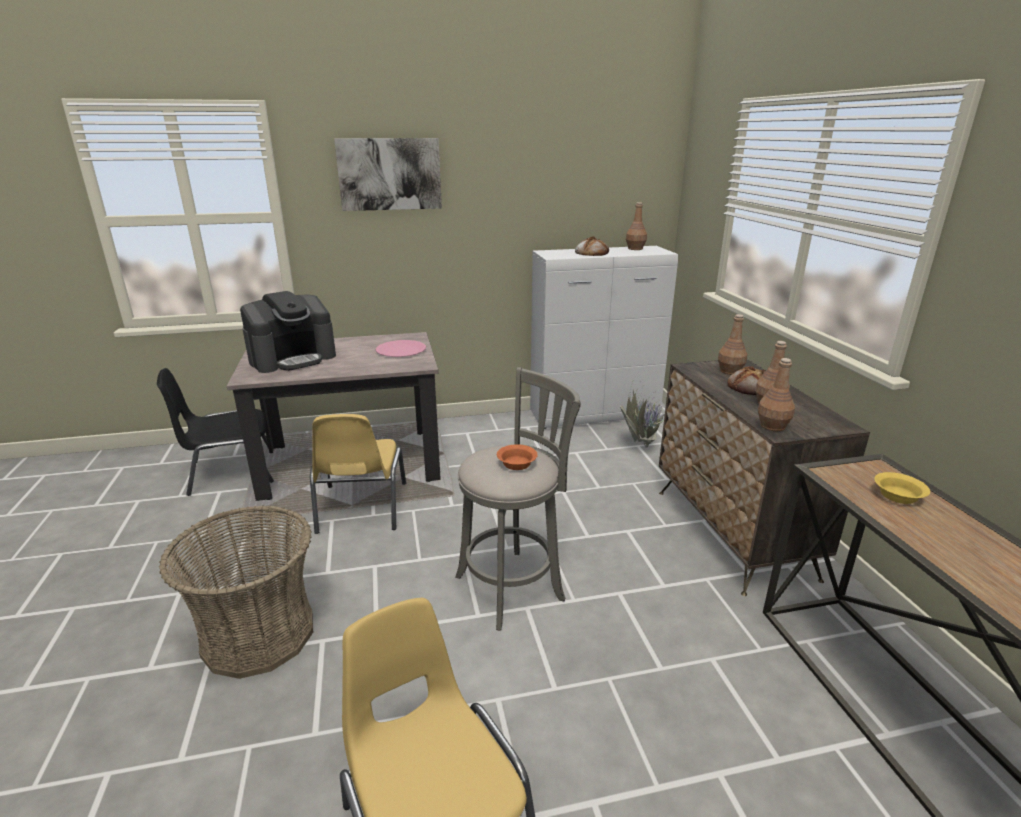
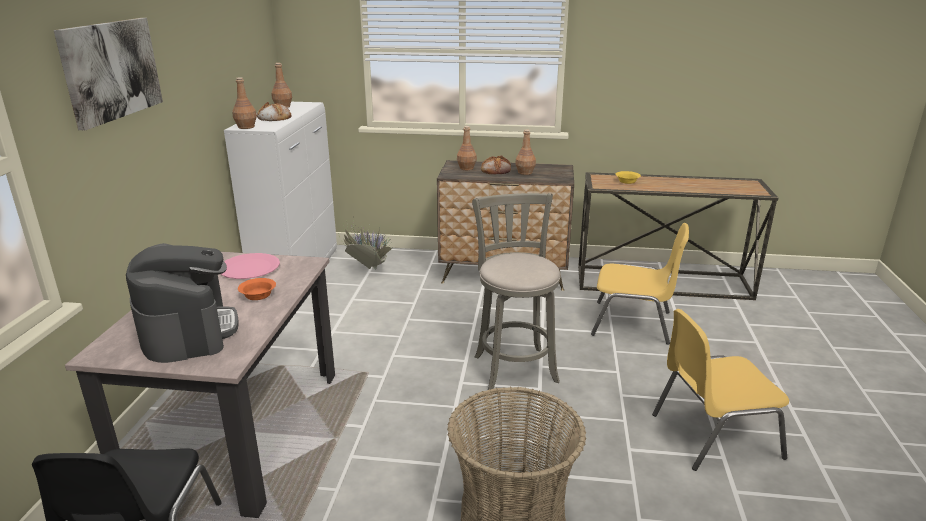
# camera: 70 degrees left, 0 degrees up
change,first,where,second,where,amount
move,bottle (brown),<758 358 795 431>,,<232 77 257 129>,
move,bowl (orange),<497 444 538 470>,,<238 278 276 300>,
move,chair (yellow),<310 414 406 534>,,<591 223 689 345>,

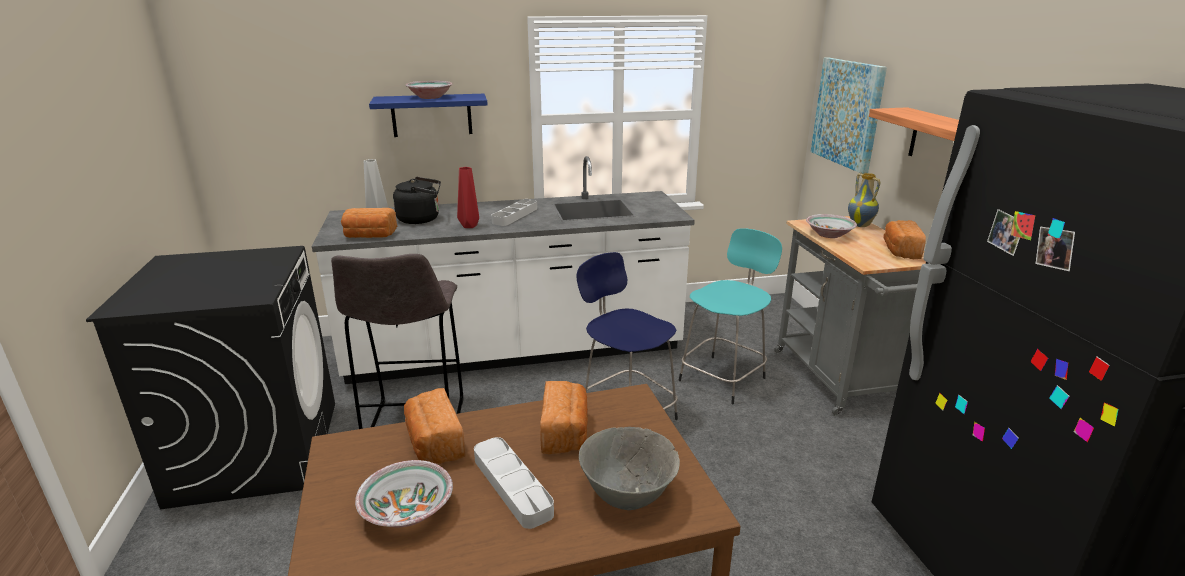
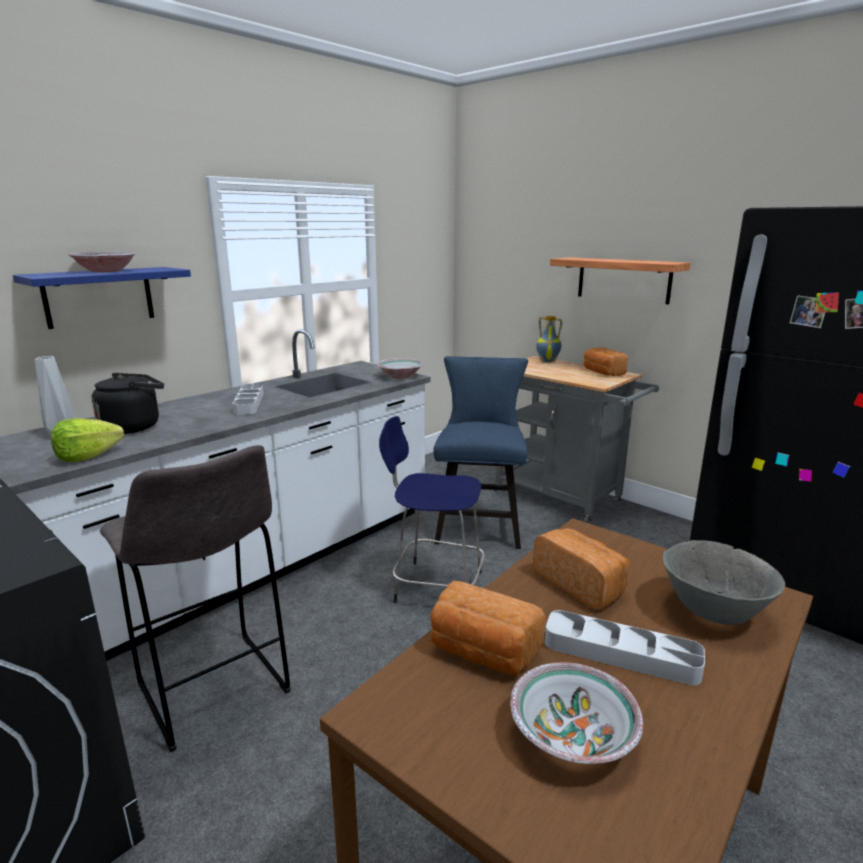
# camera: 35 degrees left, 5 degrees down
change,first,where,second,where,amount
replace,bread,<341 208 397 238>,lettuce,<51 418 124 462>,
move,bowl,<806 214 857 238>,,<377 358 423 379>,
replace,stool (turquoise),<679 228 782 405>,chair (blue),<433 356 528 549>,
delete,vase (red),<457 167 479 228>,,,
delete,picture,<811 58 887 174>,,,

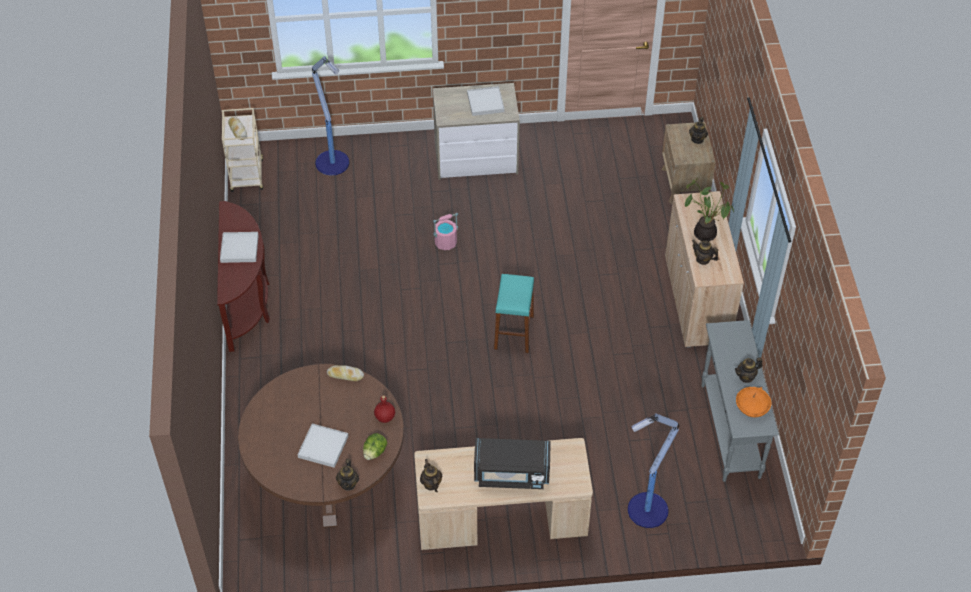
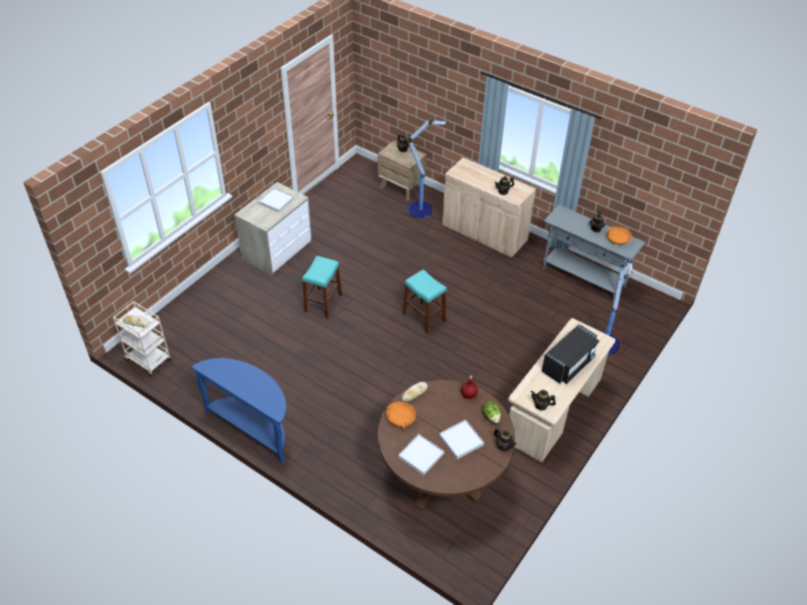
# camera: 50 degrees left, 5 degrees down
change,first,where,second,where,amount
recolor,console table (brown),<217 201 270 352>,console table (blue),<191 358 286 463>,
replace,bucket (pink),<433 213 458 250>,stool (turquoise),<302 256 342 319>,
insert,,,bowl (orange),<386 402 416 429>,
move,tray (white),<220 232 259 263>,,<398 434 444 475>,
move,floor lamp,<312 56 350 175>,,<408 120 446 218>,
delete,potted plant,<685 178 734 241>,,,

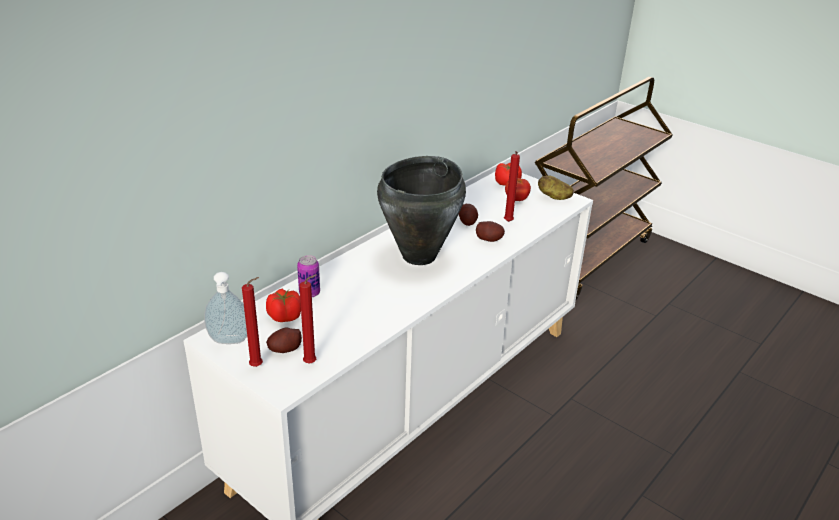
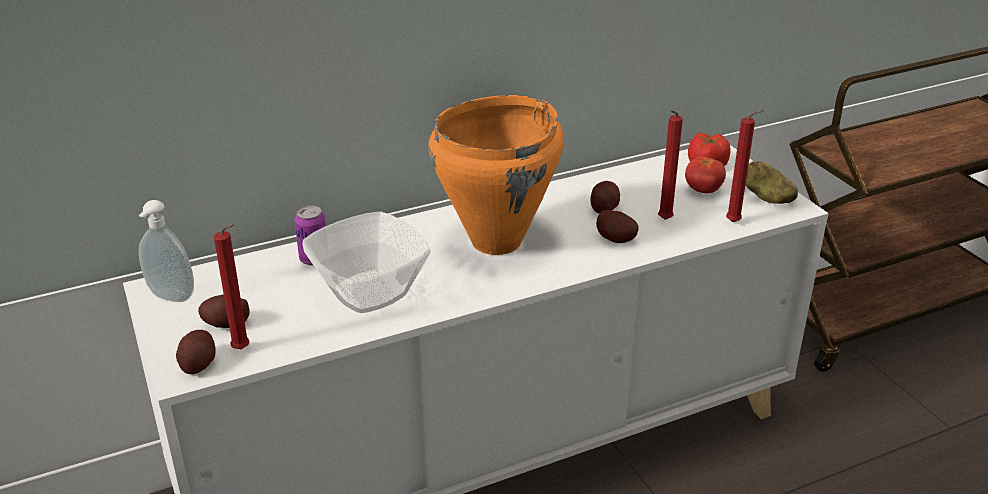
# camera: 25 degrees right, 0 degrees up
change,first,where,second,where,amount
insert,,,potato,<176 330 216 374>,
insert,,,bowl,<303 211 431 313>,
recolor,cooking pot (black),<377 156 466 265>,cooking pot (orange),<428 95 564 255>,
move,candle (red),<242 277 263 367>,,<726 110 764 222>,
delete,tomato,<266 289 301 322>,,,

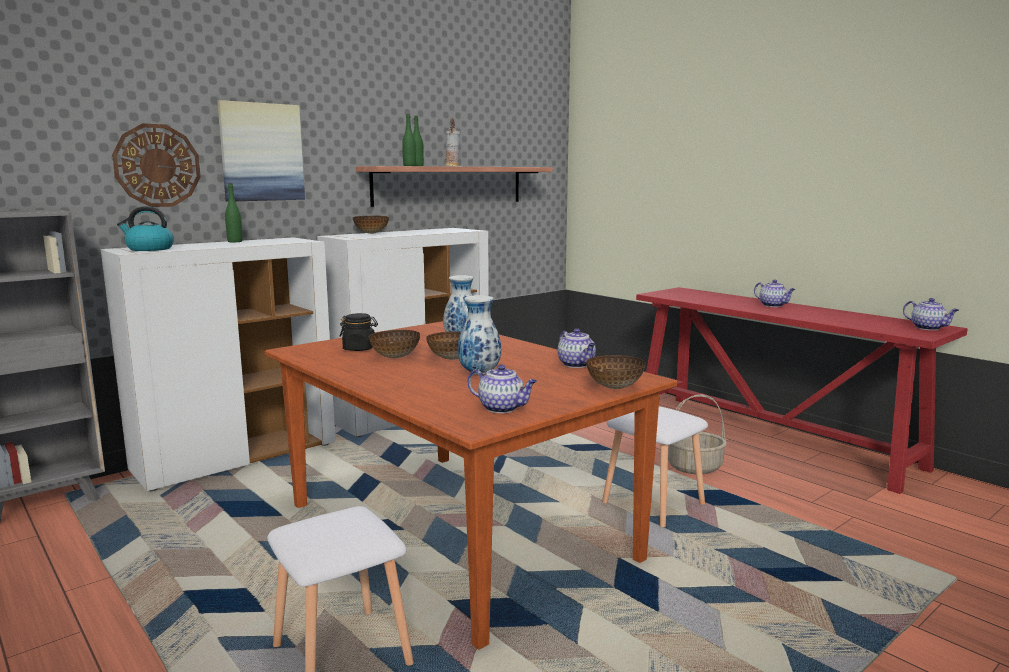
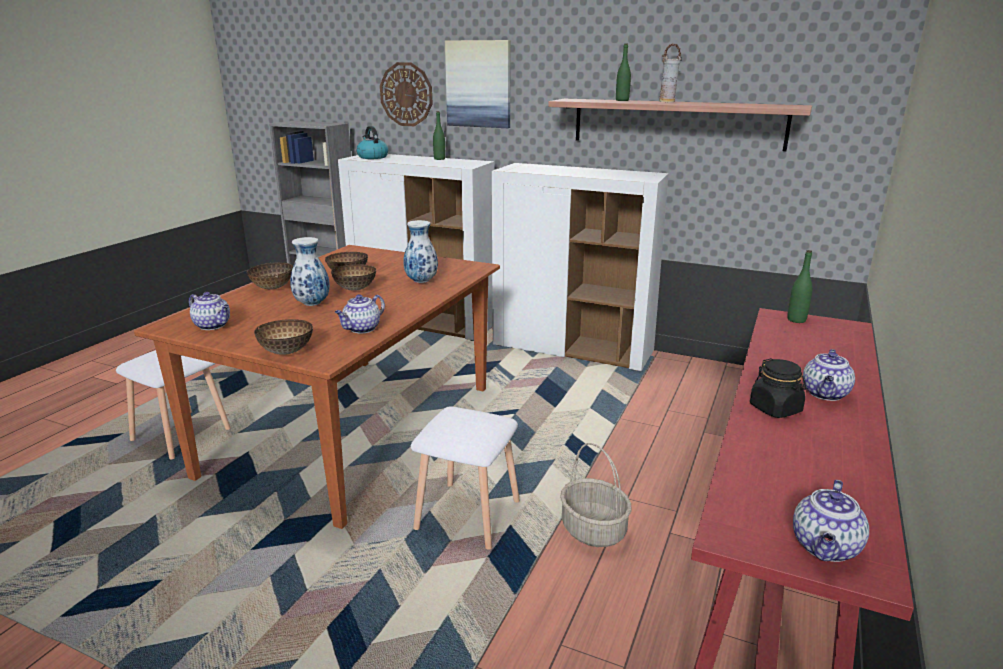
# camera: 65 degrees right, 10 degrees up
change,first,where,second,where,amount
rotate,teapot,<467 364 537 413>,,<189 292 230 330>,60 degrees counterclockwise
move,bowl,<352 216 390 234>,,<247 263 293 290>,
move,jar (black),<340 313 378 351>,,<750 358 807 418>,
move,bottle (green),<402 114 416 166>,,<787 250 812 323>,

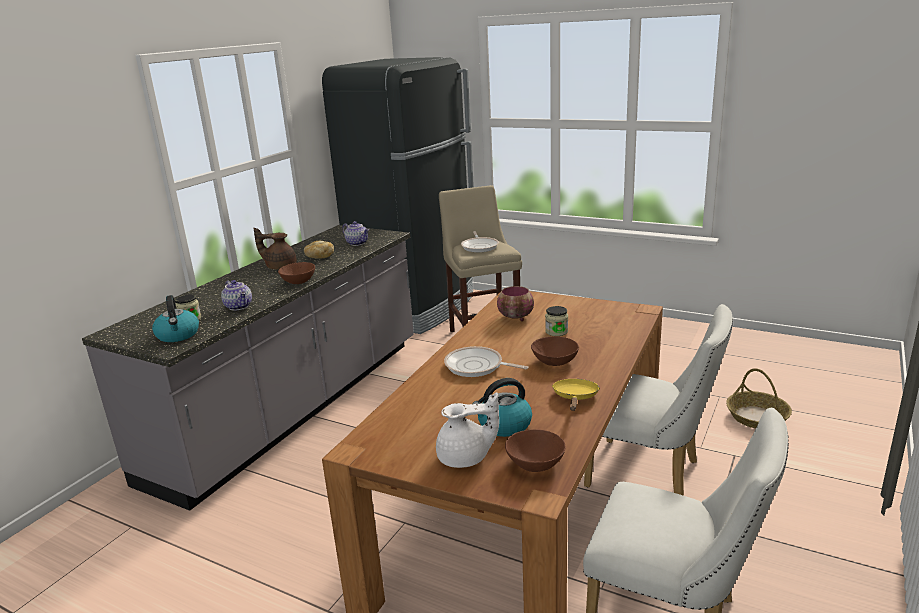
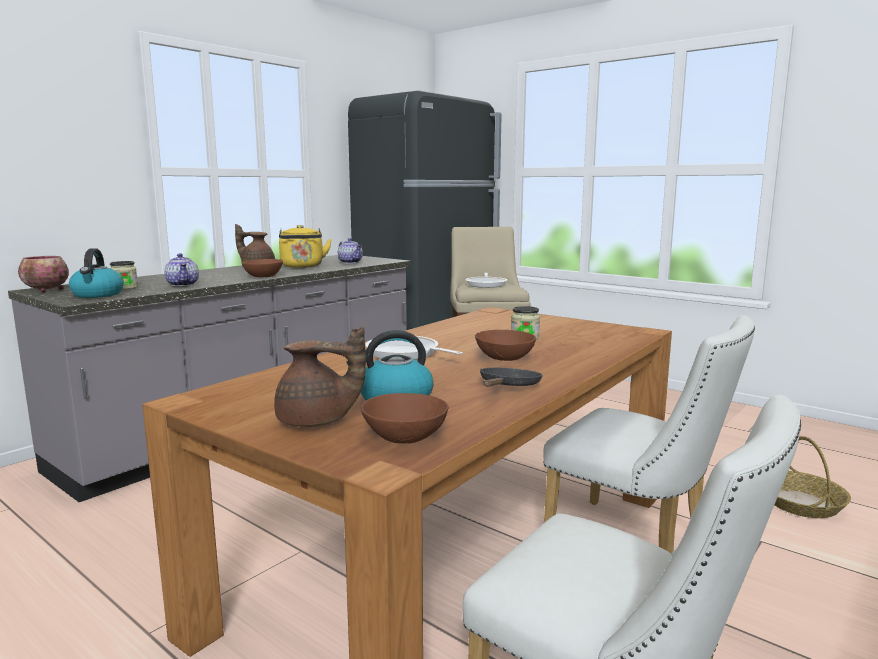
# camera: 10 degrees right, 10 degrees down
change,first,where,second,where,amount
move,bowl,<497 286 534 321>,,<18 256 69 292>,
recolor,teapot (white),<436 392 499 468>,teapot (brown),<274 326 366 427>,
replace,bread,<304 241 334 258>,kettle (yellow),<279 225 332 268>,
recolor,frying pan (yellow),<552 379 600 411>,frying pan (black),<480 368 543 386>,

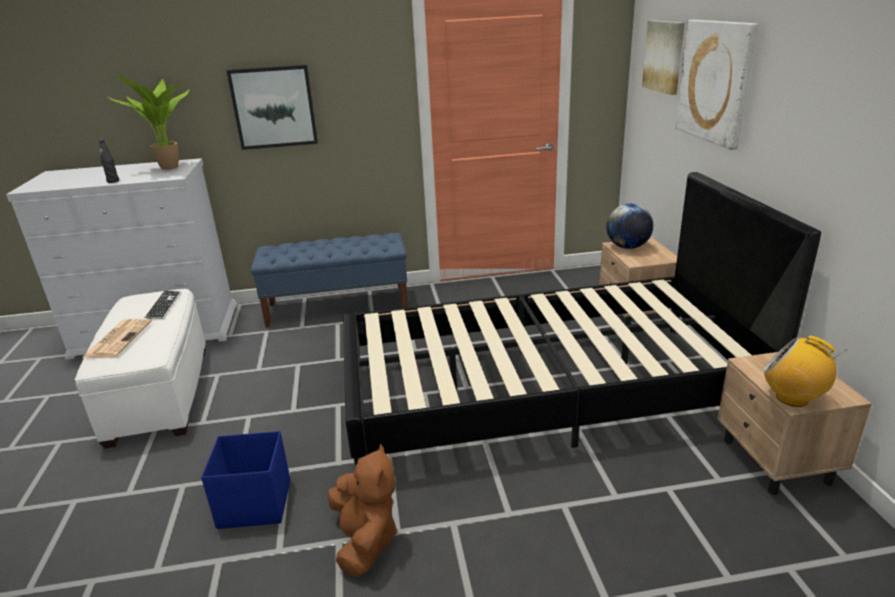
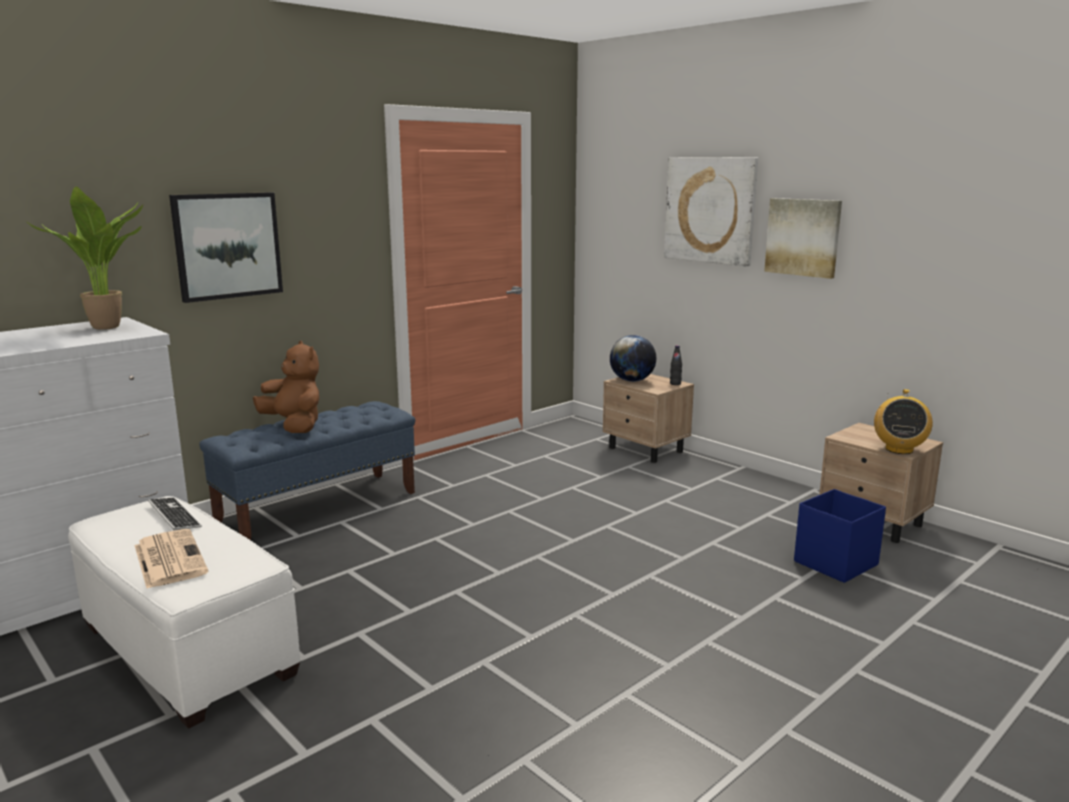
# camera: 35 degrees left, 10 degrees down
change,first,where,second,where,amount
move,plush toy (brown),<328 444 397 577>,,<253 341 319 433>,
move,bottle (black),<99 139 119 183>,,<670 345 682 385>,
move,picture,<642 20 685 95>,,<764 198 842 279>,
move,storage box (blue),<201 431 291 529>,,<794 489 886 583>,
rotate,radio,<763 335 847 407>,,<874 389 933 454>,75 degrees counterclockwise
delete,bed (black),<343 172 821 467>,,,

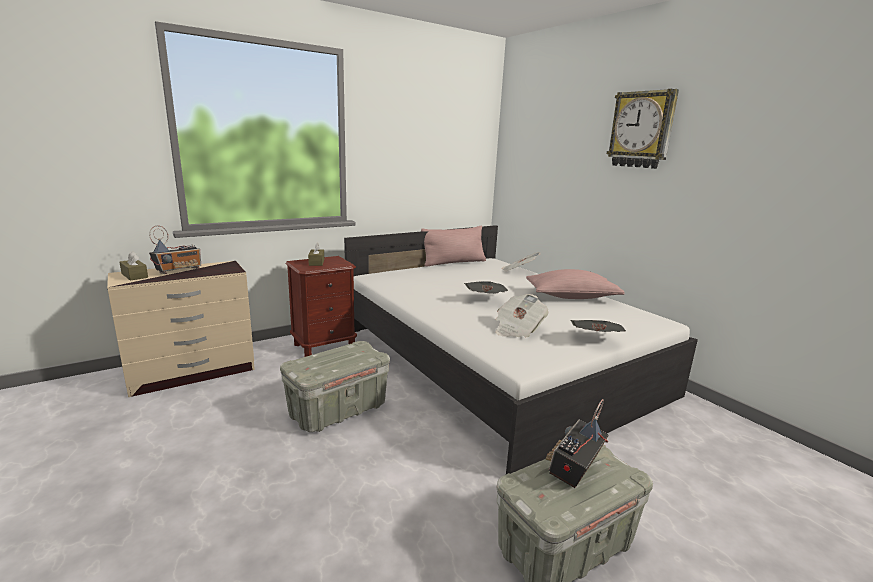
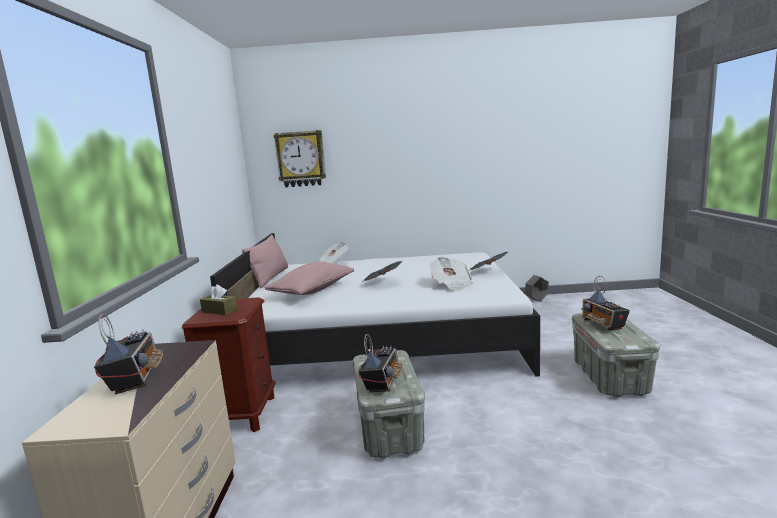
# camera: 55 degrees left, 5 degrees down
change,first,where,second,where,amount
move,pillow (pink),<526 269 625 299>,,<265 262 354 295>,
move,wall clock,<607 89 679 169>,,<274 130 326 187>,
insert,,,radio,<358 334 403 392>,
insert,,,planter (grey),<525 275 549 302>,
delete,tissue box (brown),<120 251 148 281>,,,

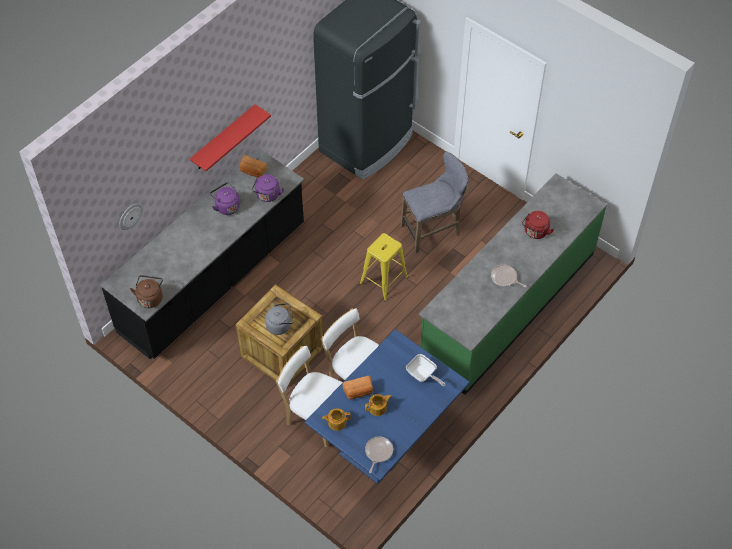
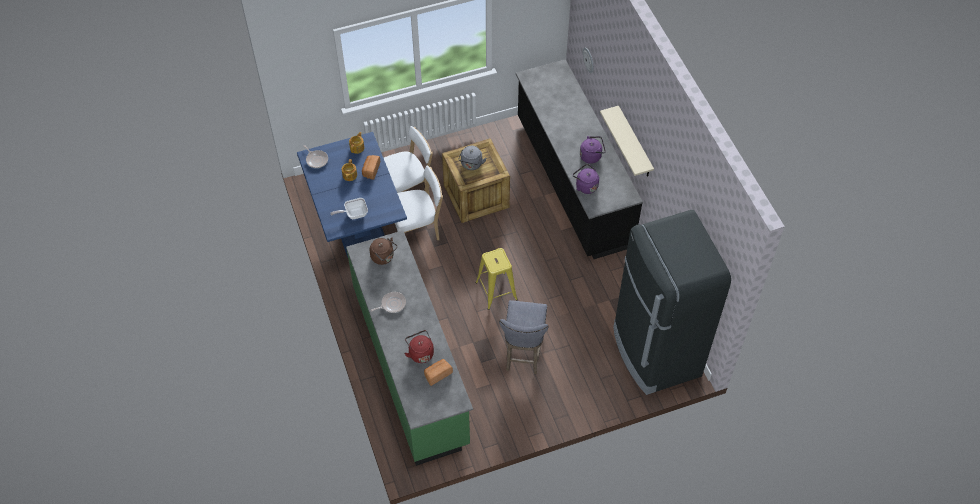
# camera: 120 degrees right, 0 degrees up
change,first,where,second,where,amount
move,kettle (brown),<130 275 163 308>,,<369 238 397 265>,
move,bread,<239 155 267 178>,,<424 359 453 386>,
recolor,shelf (red),<190 104 271 171>,shelf (beige),<600 106 654 177>,

